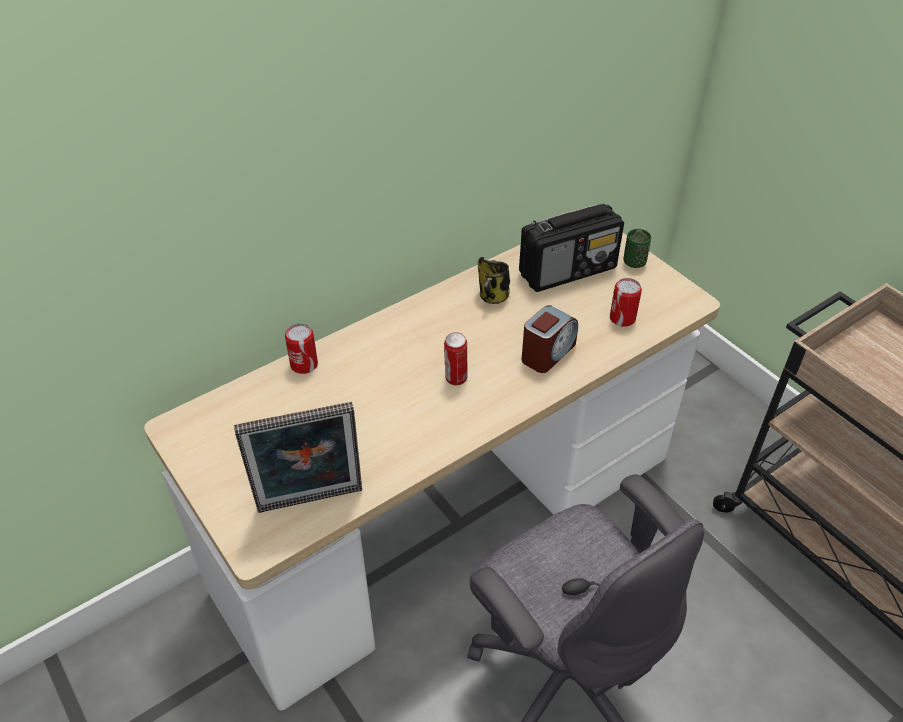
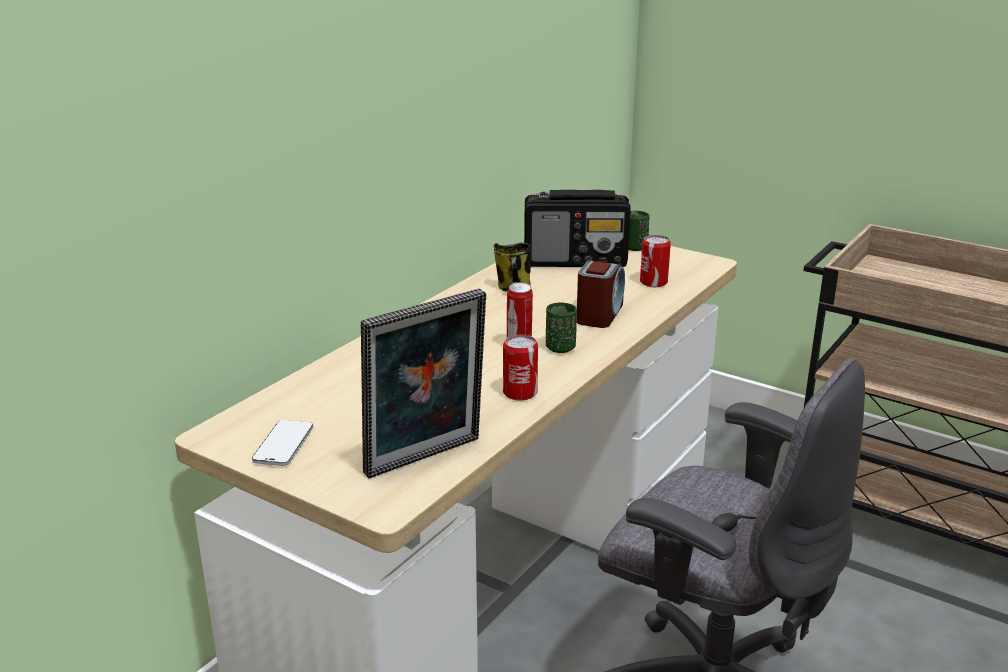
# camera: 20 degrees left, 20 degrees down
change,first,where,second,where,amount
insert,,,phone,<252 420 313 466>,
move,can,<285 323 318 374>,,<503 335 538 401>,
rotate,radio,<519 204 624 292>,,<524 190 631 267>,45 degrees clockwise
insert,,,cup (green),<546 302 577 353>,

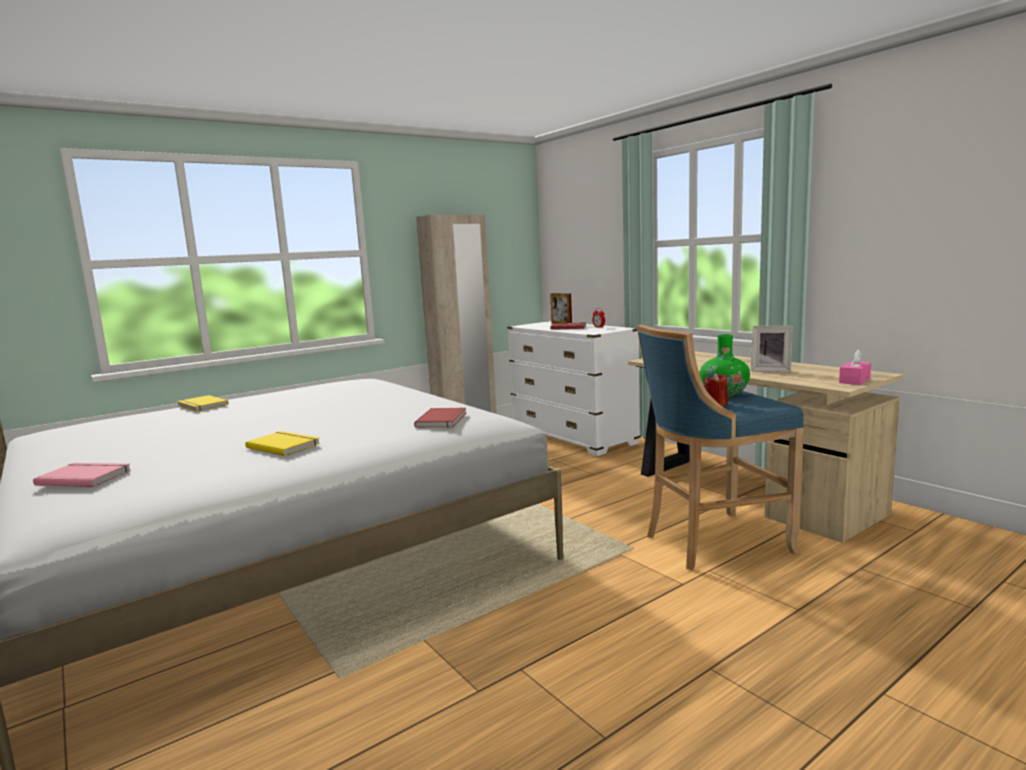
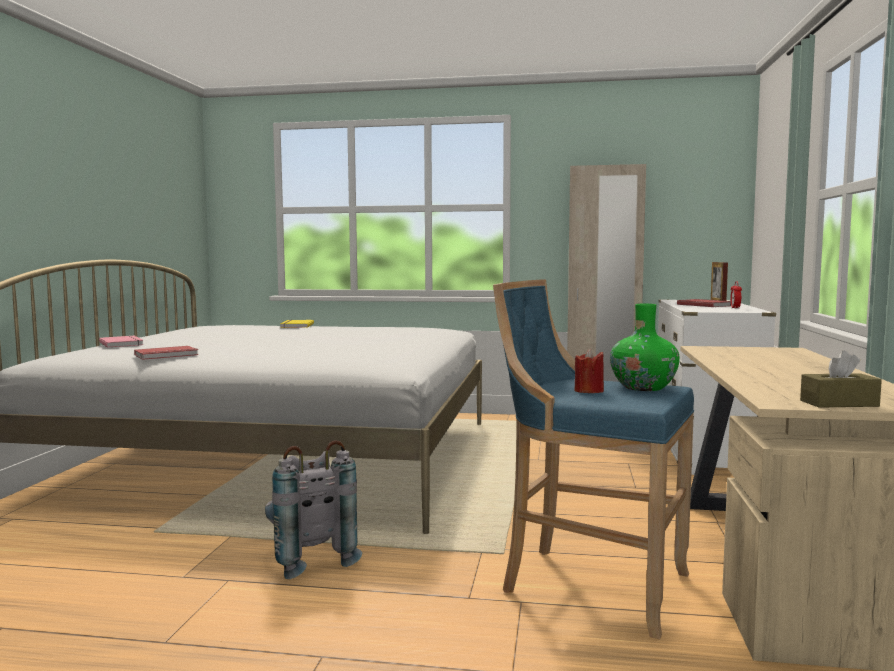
# camera: 45 degrees right, 5 degrees down
change,first,where,second,where,amount
move,book (red),<414 407 466 428>,,<134 346 198 360>,
insert,,,backpack (grey),<265 440 362 579>,
recolor,tissue box (pink),<839 350 871 385>,tissue box (brown),<800 351 882 408>,
delete,book (yellow),<245 431 320 456>,,,
delete,picture frame,<751 326 793 372>,,,

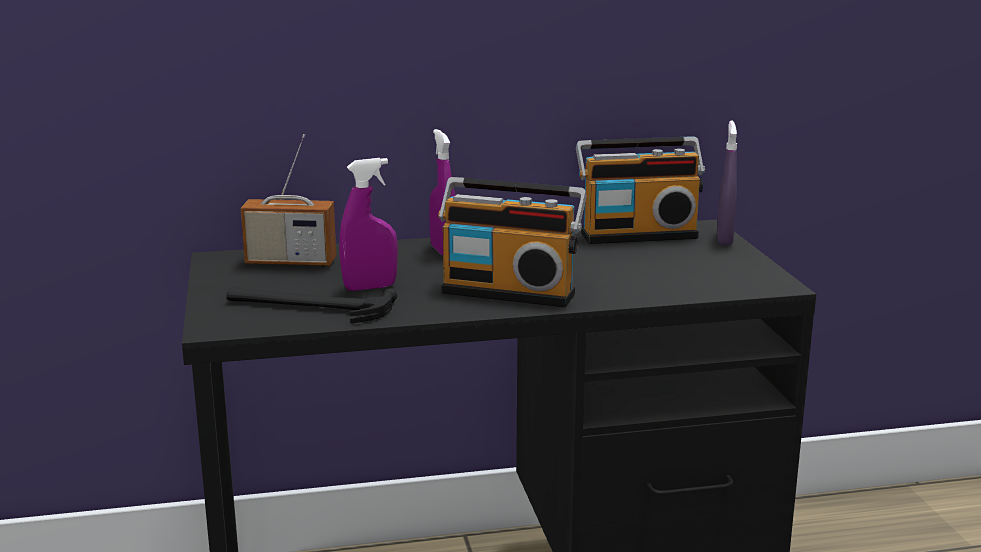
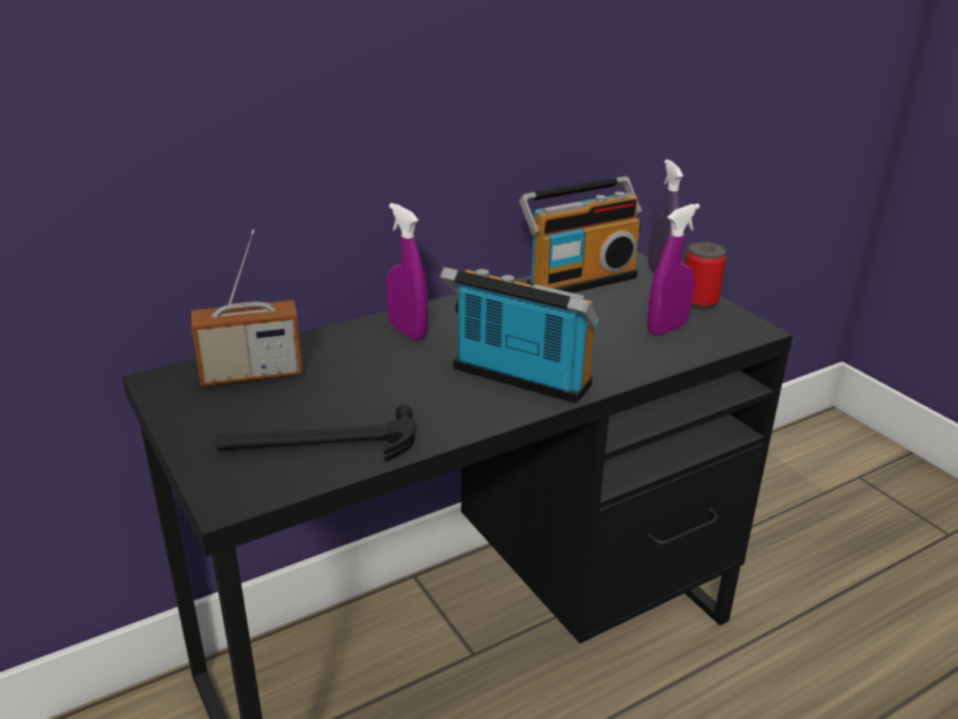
# camera: 20 degrees left, 10 degrees up
change,first,where,second,where,amount
rotate,radio,<438 177 587 307>,,<440 267 600 404>,150 degrees counterclockwise
move,spray bottle (purple),<339 158 398 291>,,<648 203 700 336>,
insert,,,can,<685 241 727 309>,

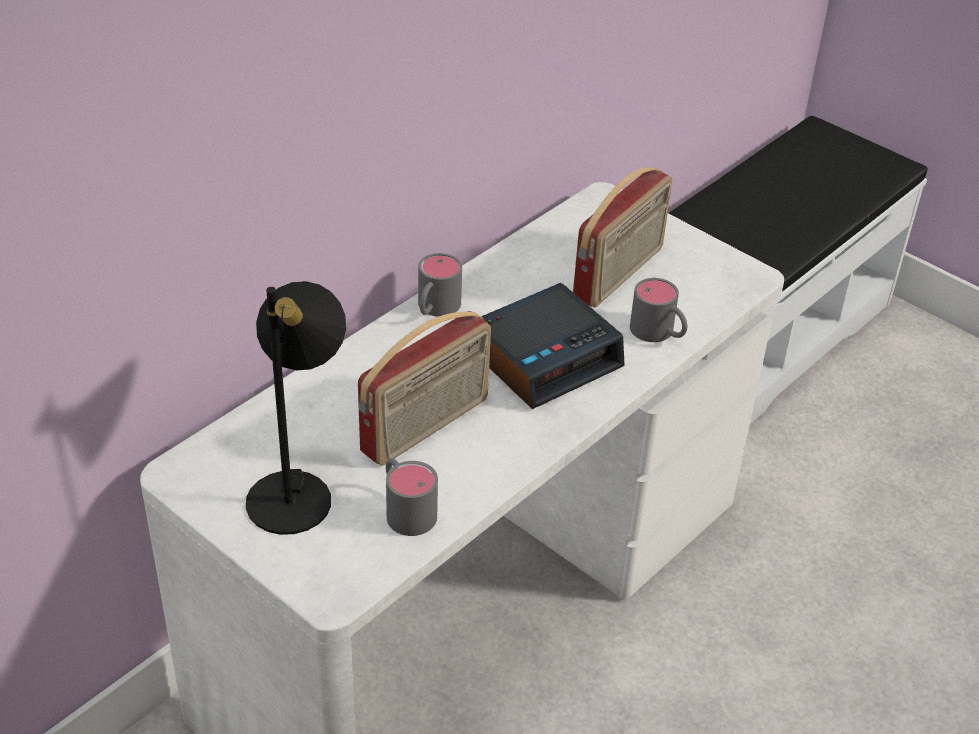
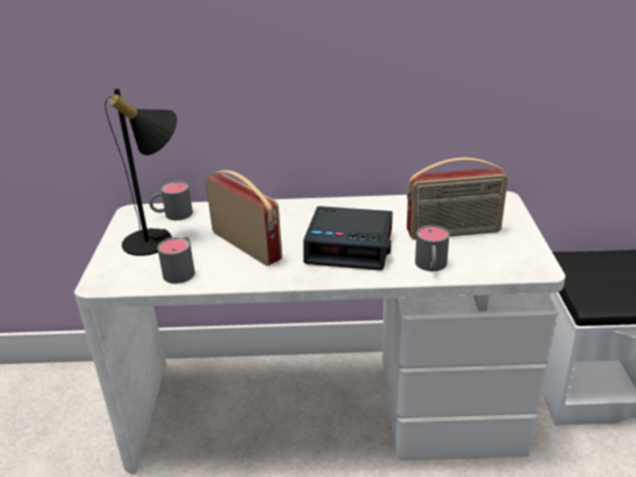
# camera: 50 degrees right, 10 degrees down
change,first,where,second,where,amount
move,mug (grey),<418 253 462 317>,,<149 181 193 220>,
rotate,radio,<358 311 491 466>,,<205 170 282 266>,135 degrees counterclockwise

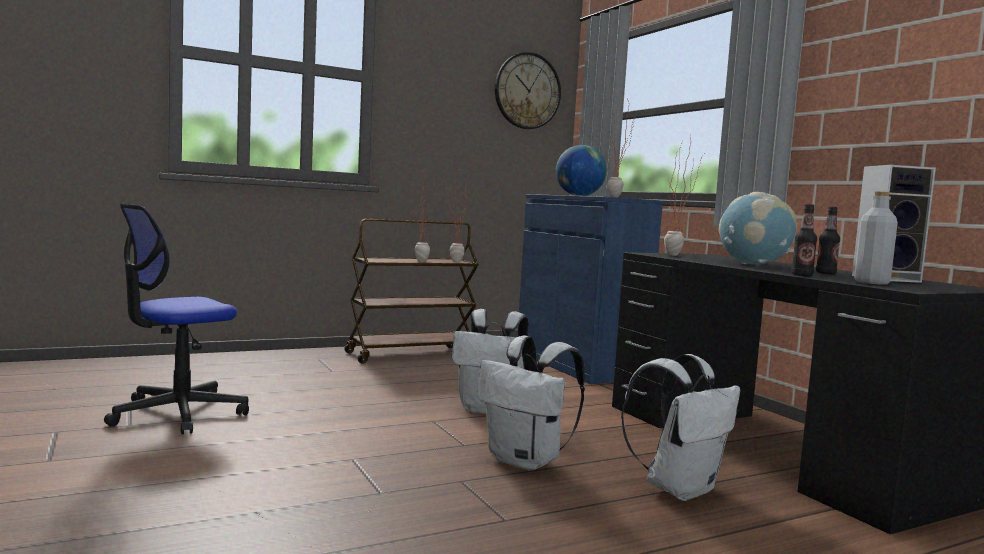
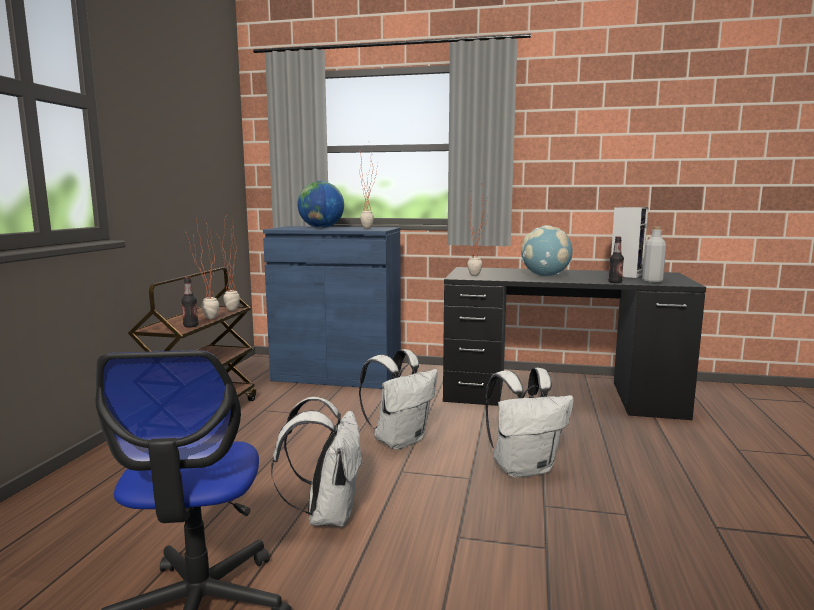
# camera: 50 degrees left, 5 degrees up
change,first,where,second,where,amount
move,bottle,<816 207 840 274>,,<181 276 199 328>,
move,backpack (white),<621 354 740 501>,,<271 397 363 527>,
delete,wall clock,<495 52 561 129>,,,

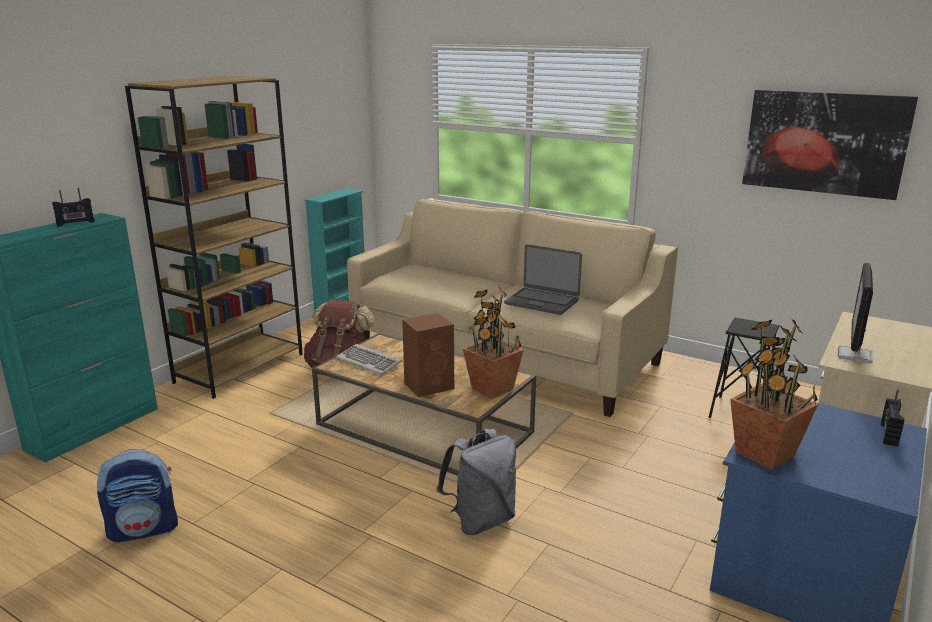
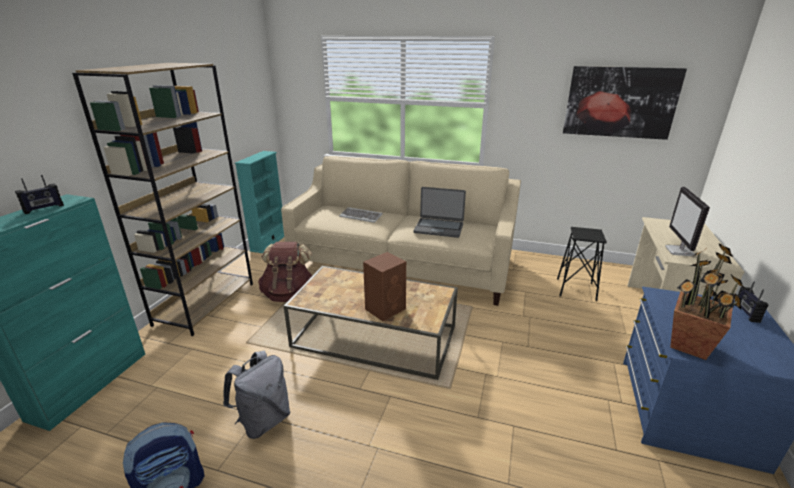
# camera: 15 degrees left, 5 degrees up
change,first,where,second,where,amount
move,backpack (grey),<436 429 516 535>,,<223 351 290 439>,
move,keyboard,<336 344 402 375>,,<339 207 383 223>,
delete,potted plant,<463 287 524 399>,,,

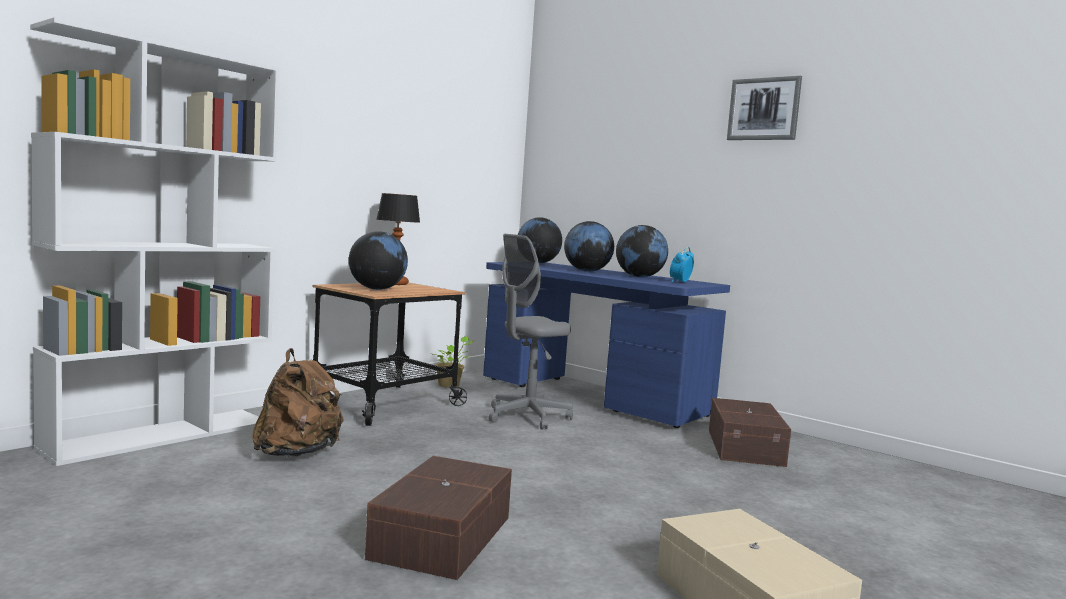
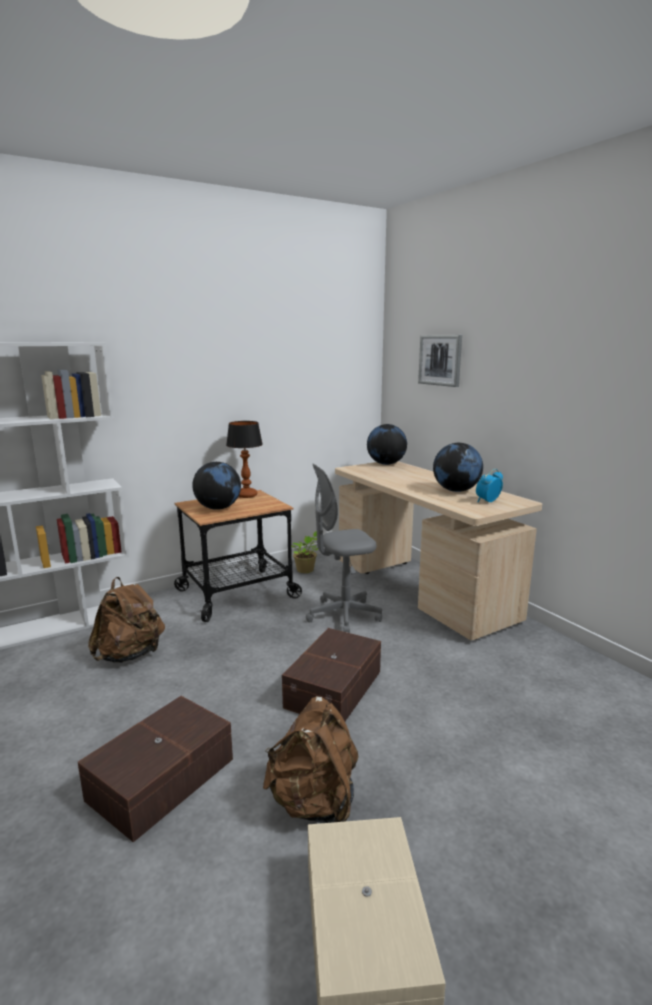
# camera: 20 degrees right, 10 degrees up
change,first,where,second,where,amount
insert,,,backpack (brown),<263 696 359 823>,
move,storage box (brown),<709 398 791 467>,,<282 628 381 721>,
recolor,desk (blue),<483 262 730 428>,desk (beige),<335 461 542 640>,
move,picture,<727 76 802 140>,,<418 335 462 387>,
delete,globe,<564 221 614 272>,,,

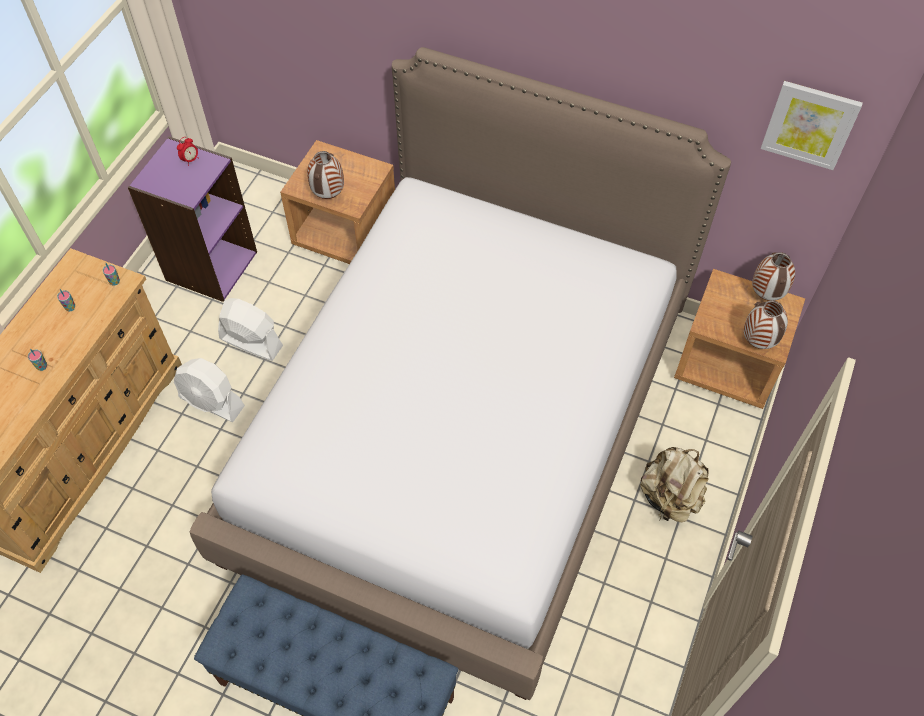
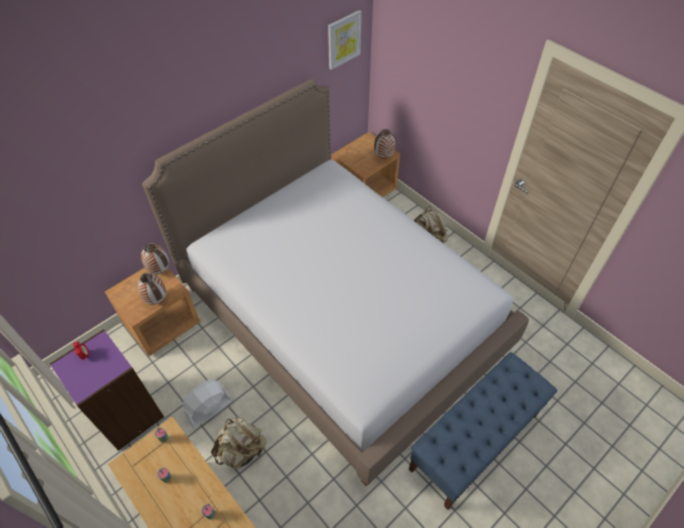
# camera: 65 degrees left, 5 degrees down
change,first,where,second,where,amount
move,vase,<752 252 795 301>,,<141 243 169 274>,
replace,fan (white),<174 358 245 422>,backpack (beige),<211 417 266 469>,

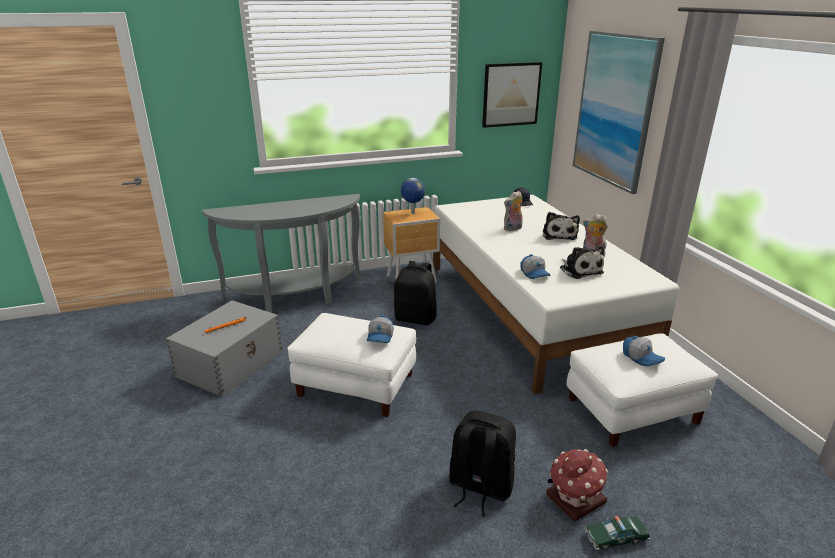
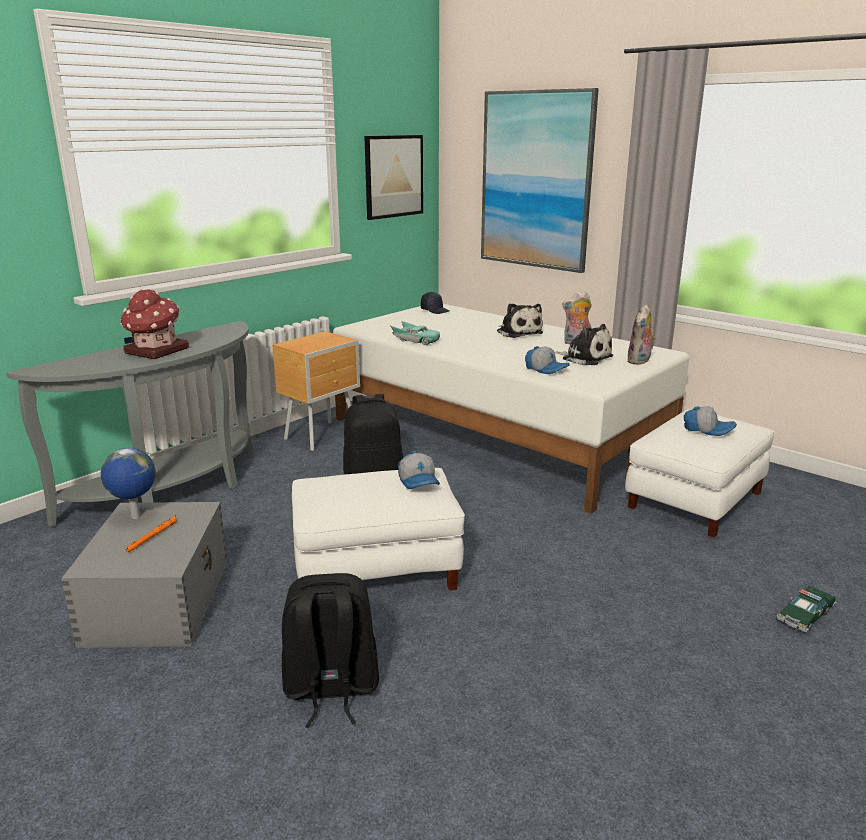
# camera: 30 degrees left, 5 degrees down
change,first,where,second,where,amount
move,globe,<400 178 425 214>,,<101 448 156 519>,
move,toy house,<546 449 608 522>,,<121 289 189 359>,
move,backpack (black),<449 411 516 517>,,<282 573 379 728>,
insert,,,toy car (turquoise),<391 321 440 345>,
move,plush toy,<504 191 523 231>,,<627 305 656 365>,

